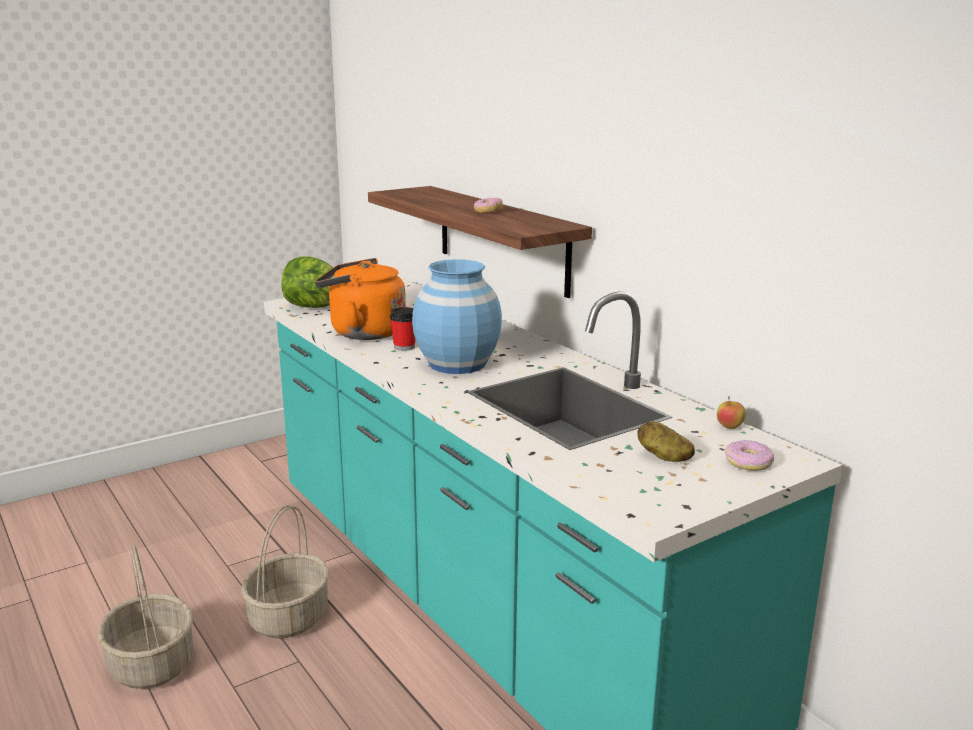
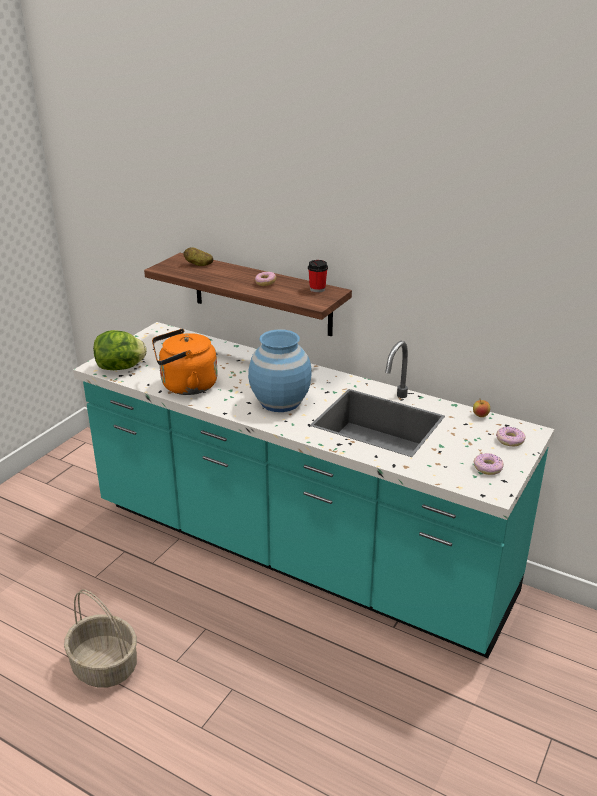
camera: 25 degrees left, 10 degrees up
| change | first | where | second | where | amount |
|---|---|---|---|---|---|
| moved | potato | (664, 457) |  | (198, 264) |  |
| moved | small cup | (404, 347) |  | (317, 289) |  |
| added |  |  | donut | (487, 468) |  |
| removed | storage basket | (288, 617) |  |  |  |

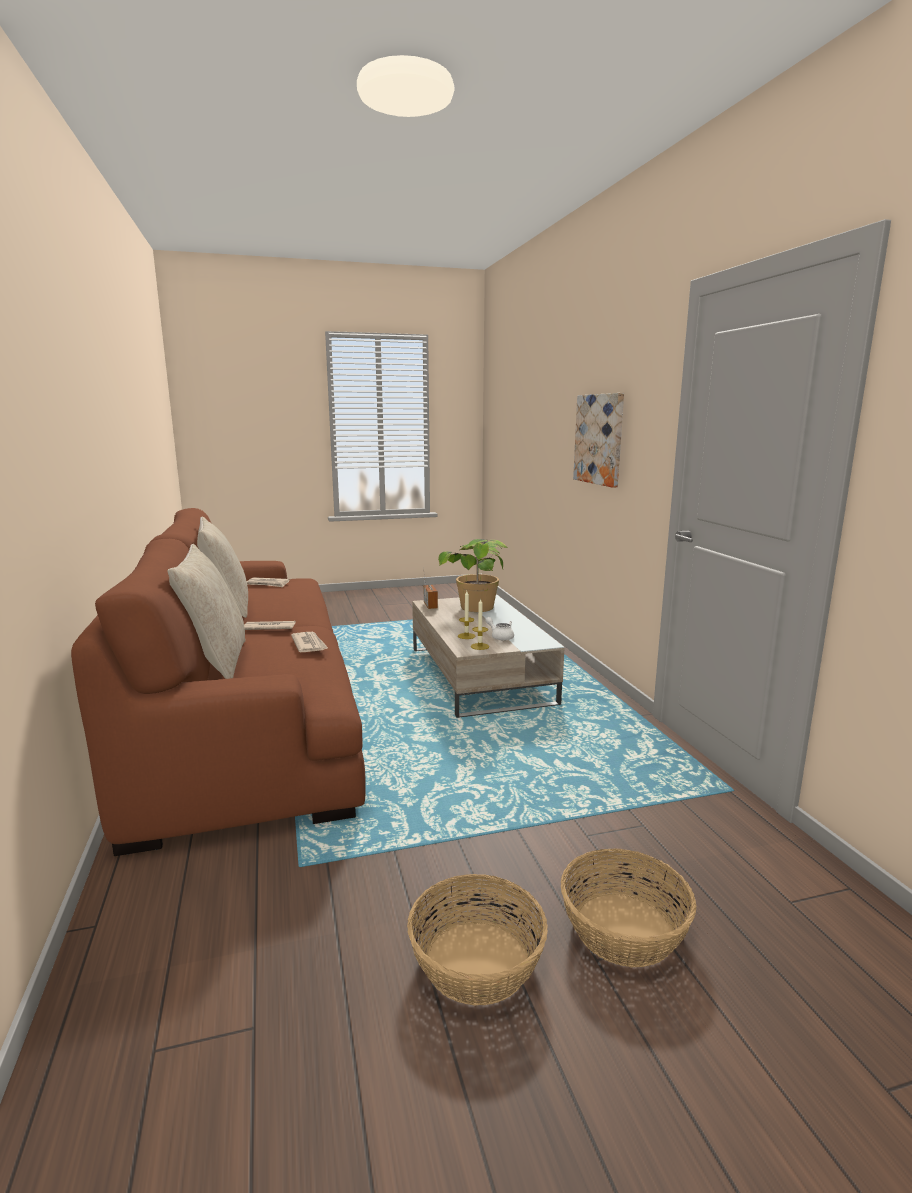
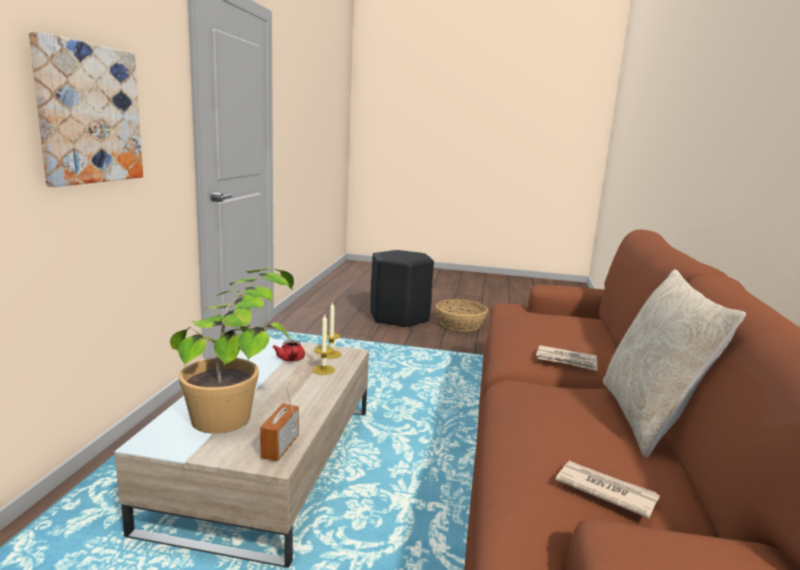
camera: 155 degrees left, 0 degrees up
| change | first | where | second | where | amount |
|---|---|---|---|---|---|
| recoloured | white-coloured tea pot | (500, 637) | red tea pot | (291, 359) |  |
| replaced | storage basket | (623, 928) | black-coloured stool seat | (399, 318) |  |
| removed | beige-coloured cushion | (216, 662) |  |  |  |
| removed | daily paper | (309, 644) |  |  |  |

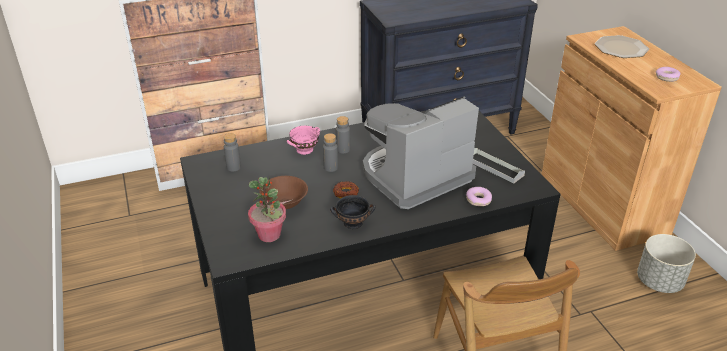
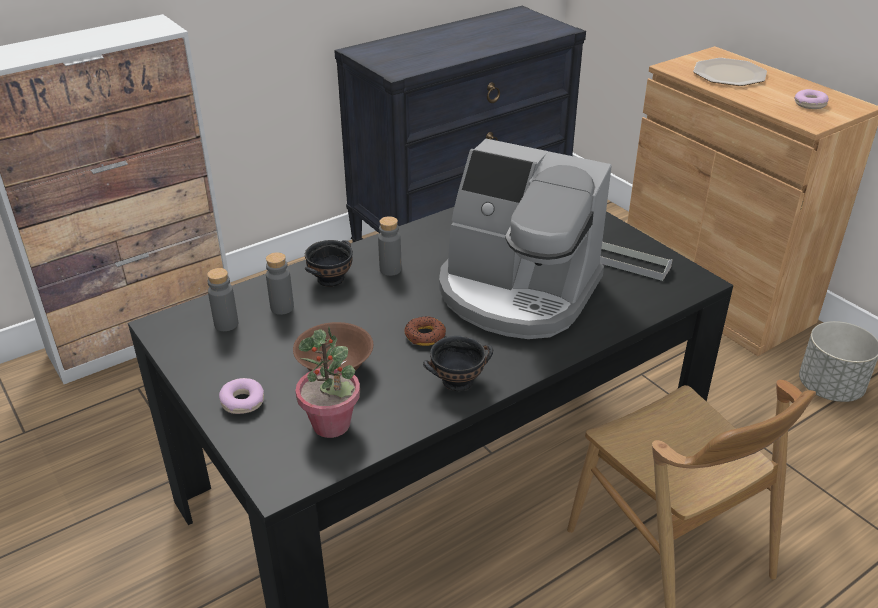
camera: 15 degrees left, 0 degrees up
| change | first | where | second | where | amount |
|---|---|---|---|---|---|
| moved | donut | (478, 200) |  | (242, 402) |  |
| moved | grey bottle | (330, 167) |  | (282, 308) |  |
| recoloured | pink-coloured serving bowl | (304, 150) | black-coloured serving bowl | (329, 279) |  |
| turned | coffee brewer | (414, 176) |  | (517, 293) | 105 degrees counterclockwise |

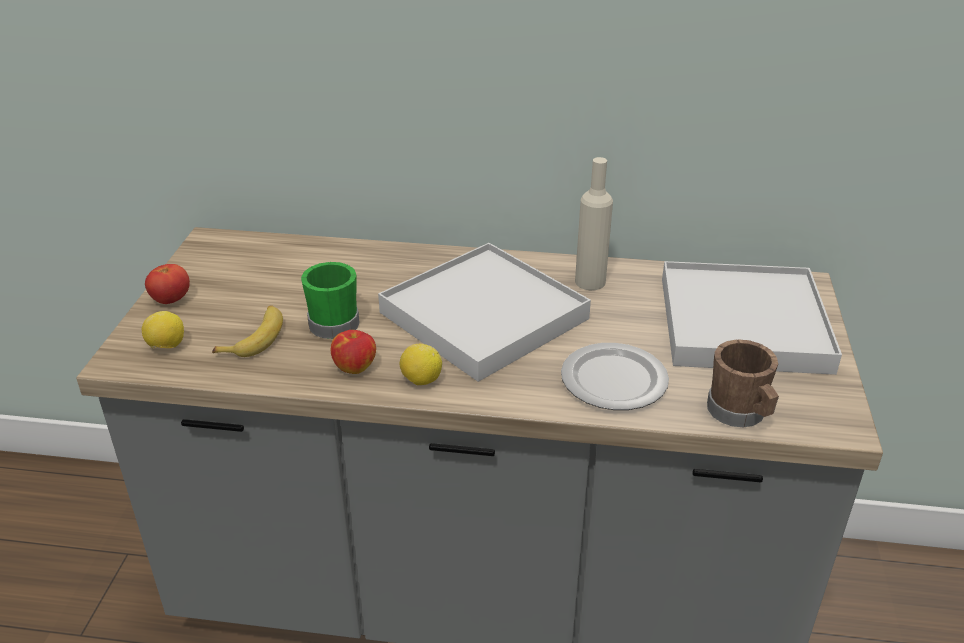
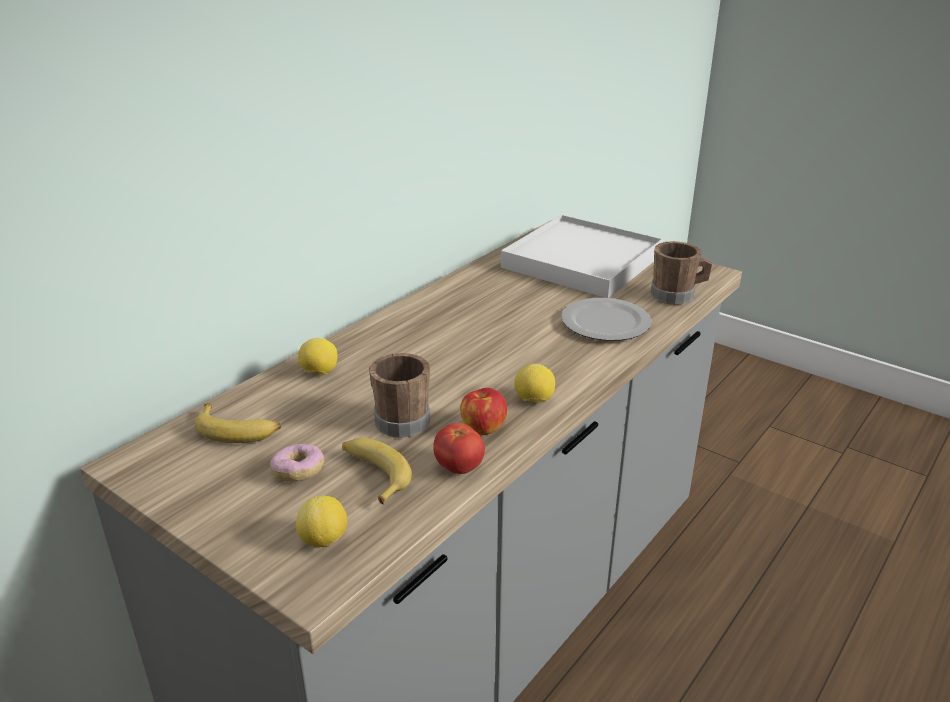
camera: 60 degrees left, 5 degrees down
| change | first | where | second | where | amount |
|---|---|---|---|---|---|
| added |  |  | whole banana | (238, 430) |  |
| added |  |  | donut | (298, 472) |  |
| added |  |  | citrus fruit | (319, 373) |  |
| recoloured | greenish coffee mug | (336, 321) | brown-coloured coffee mug | (398, 419) |  |
| moved | tomato | (171, 300) |  | (459, 467) |  |
| removed | white-coloured tray | (483, 316) |  |  |  |
| removed | beige-coloured bottle | (590, 282) |  |  |  |

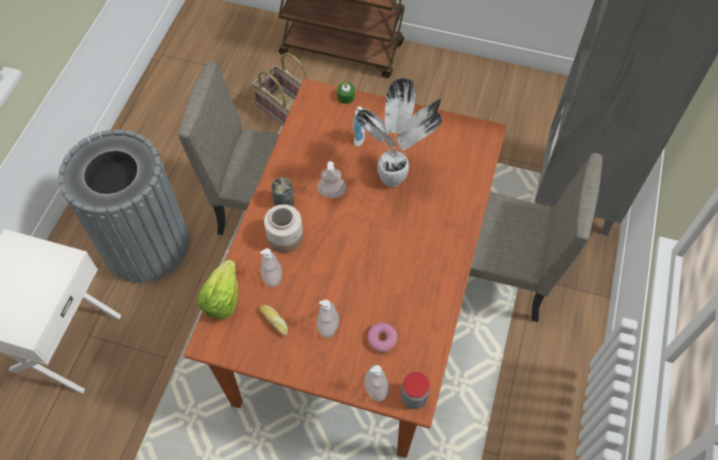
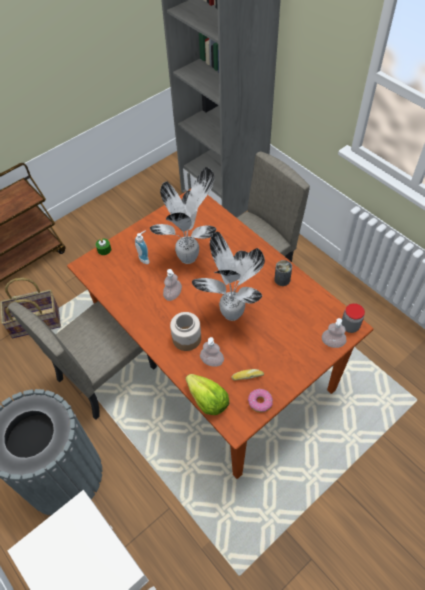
camera: 55 degrees left, 5 degrees down
| change | first | where | second | where | amount |
|---|---|---|---|---|---|
| added |  |  | potted plant | (231, 315) |  |
| moved | donut | (382, 339) |  | (260, 402) |  |
| moved | can | (284, 201) |  | (282, 279) |  |
| removed | soap dispenser | (328, 326) |  |  |  |

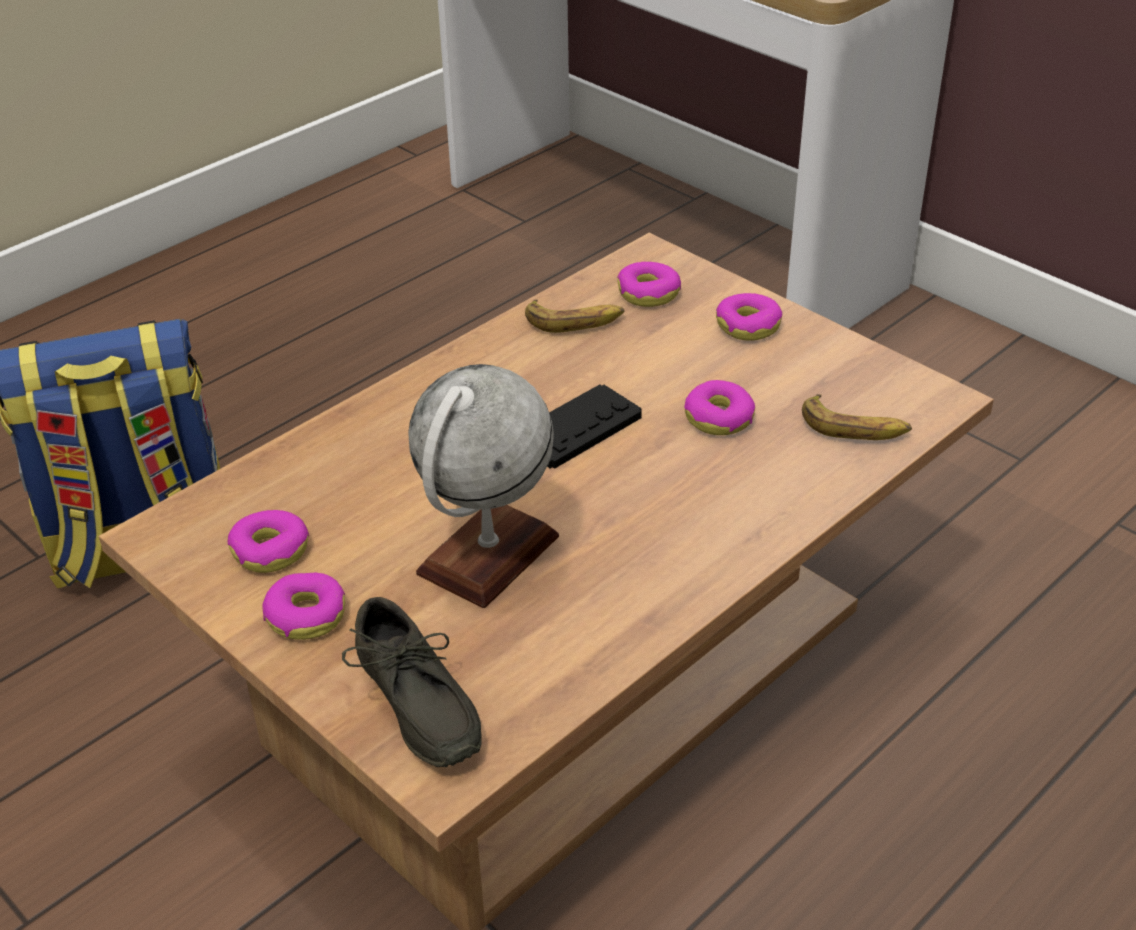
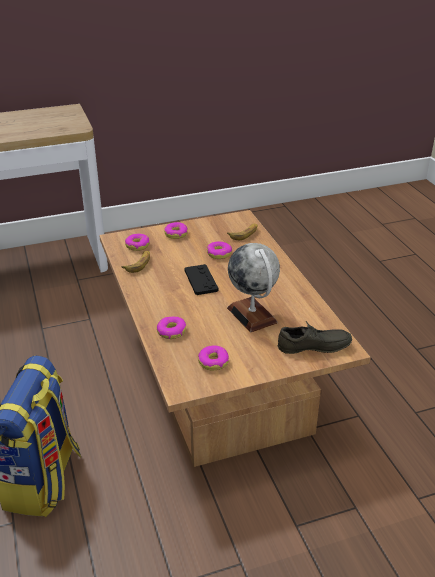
camera: 65 degrees left, 5 degrees down
| change | first | where | second | where | amount |
|---|---|---|---|---|---|
| moved | donut | (306, 615) |  | (171, 331) |  |

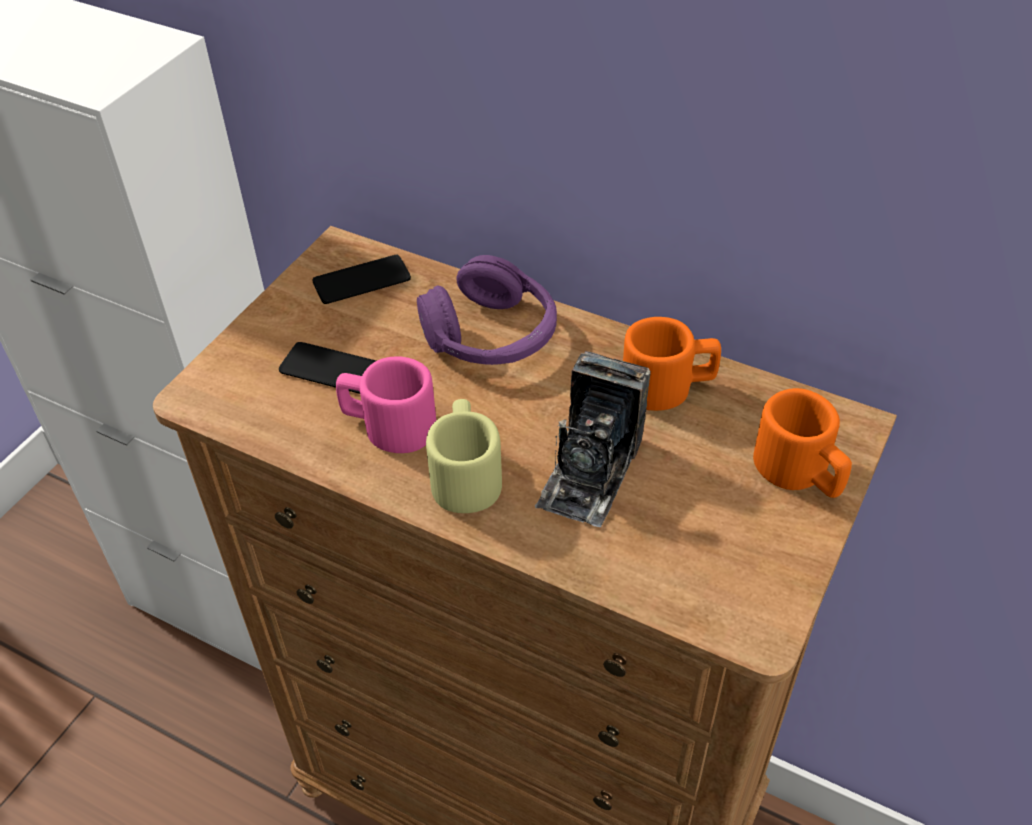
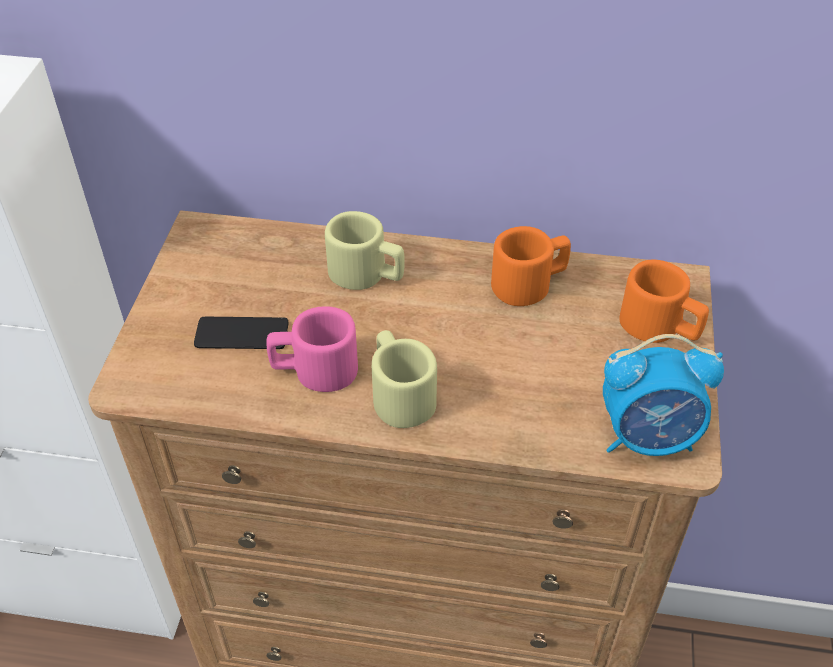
camera: 20 degrees left, 0 degrees up
| change | first | where | second | where | amount |
|---|---|---|---|---|---|
| replaced | purple headphones | (491, 335) | beige-coloured coffee mug | (367, 274) |  |
| added |  |  | alarm clock | (648, 438) |  |
| removed | telephone | (361, 280) |  |  |  |
| removed | still camera | (590, 471) |  |  |  |

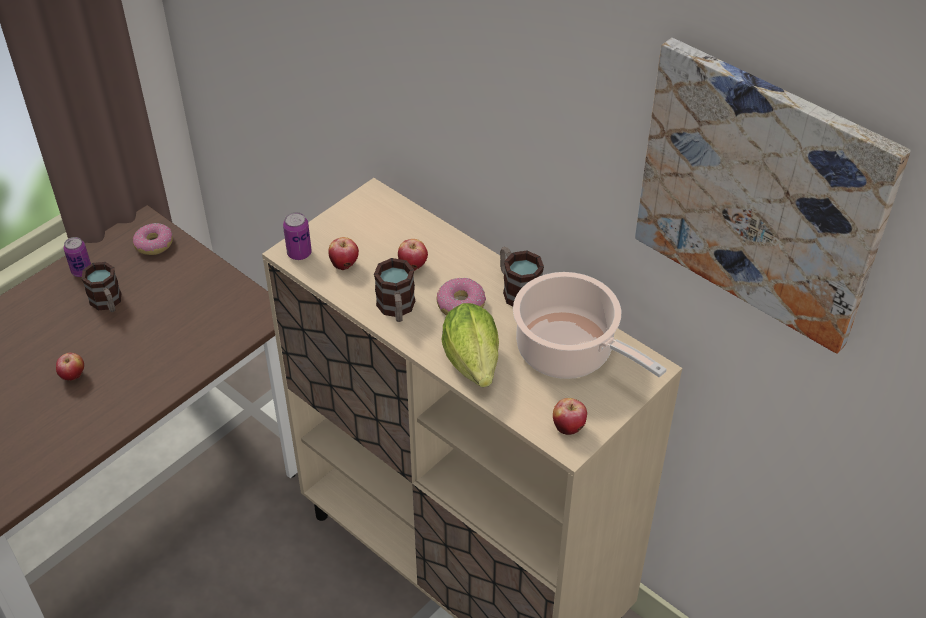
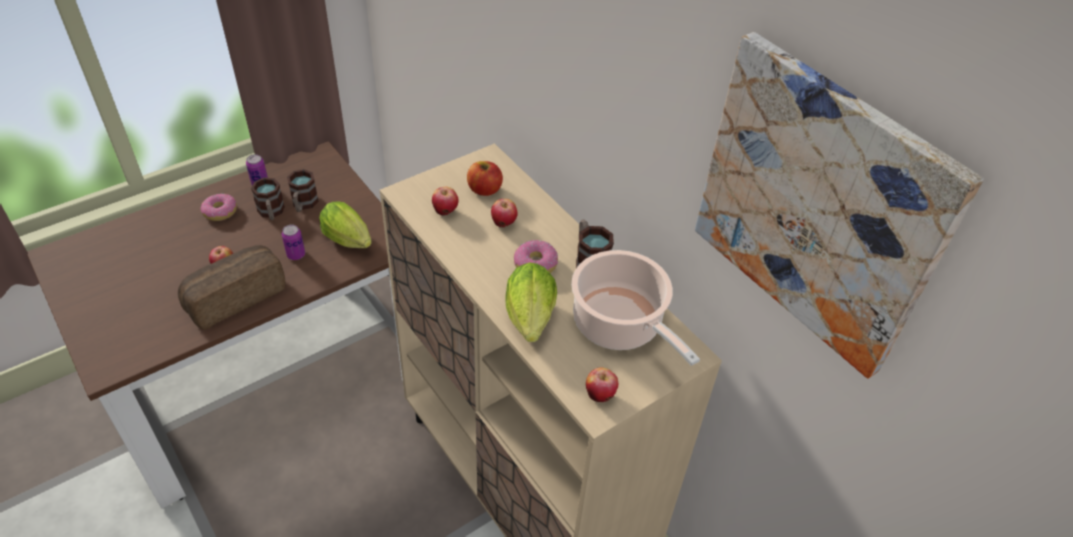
camera: 10 degrees right, 0 degrees up
| change | first | where | second | where | amount |
|---|---|---|---|---|---|
| added |  |  | bakery bread | (235, 296) |  |
| moved | donut | (154, 244) |  | (220, 211) |  |
| moved | can | (299, 253) |  | (296, 255) |  |
| moved | coffee mug | (396, 309) |  | (303, 204) |  |
| added |  |  | head of lettuce | (350, 241) |  |
| added |  |  | apple fruit | (484, 189) |  |

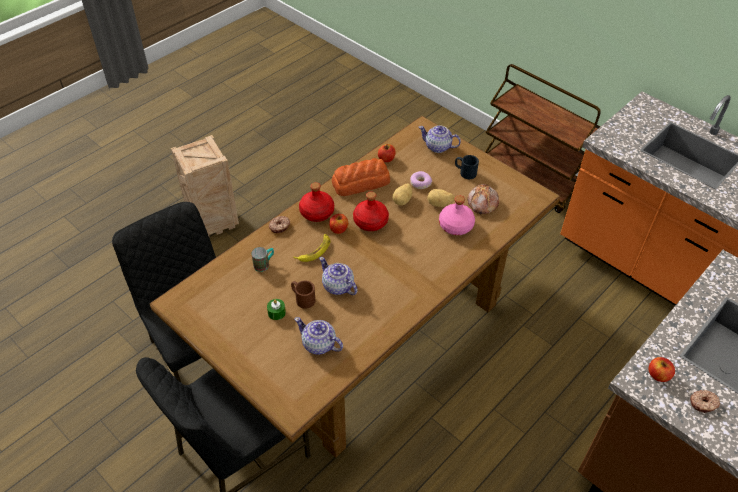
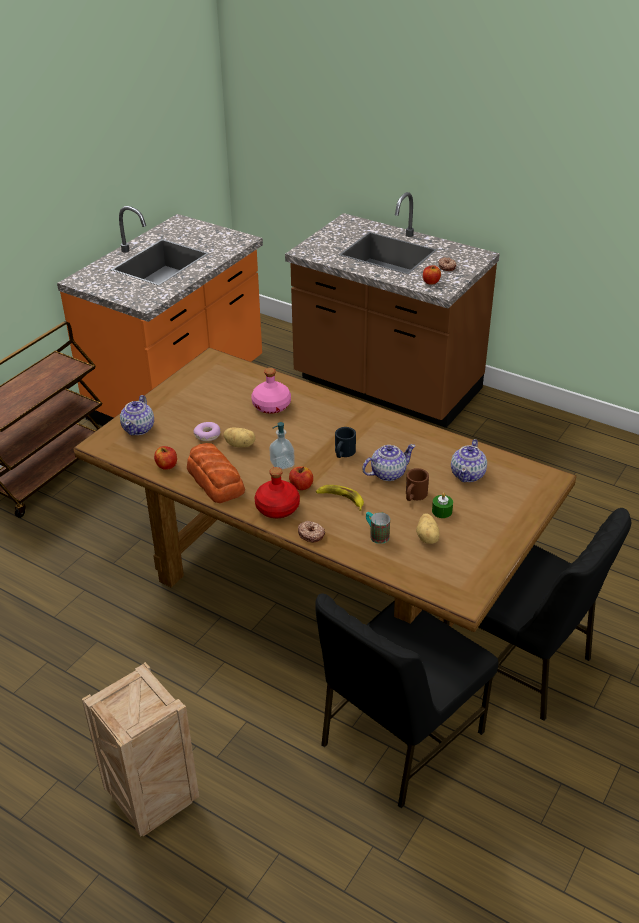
camera: 100 degrees left, 10 degrees down
| change | first | where | second | where | amount |
|---|---|---|---|---|---|
| replaced | red bottle | (370, 222) | soap dispenser | (282, 464) |  |
| moved | black-coloured coffee mug | (465, 172) |  | (343, 453) |  |
| turned | tea pot | (338, 286) |  | (387, 473) | 150 degrees counterclockwise |
| moved | potato | (440, 204) |  | (428, 537) |  |
| removed | bakery bread | (482, 203) |  |  |  |

